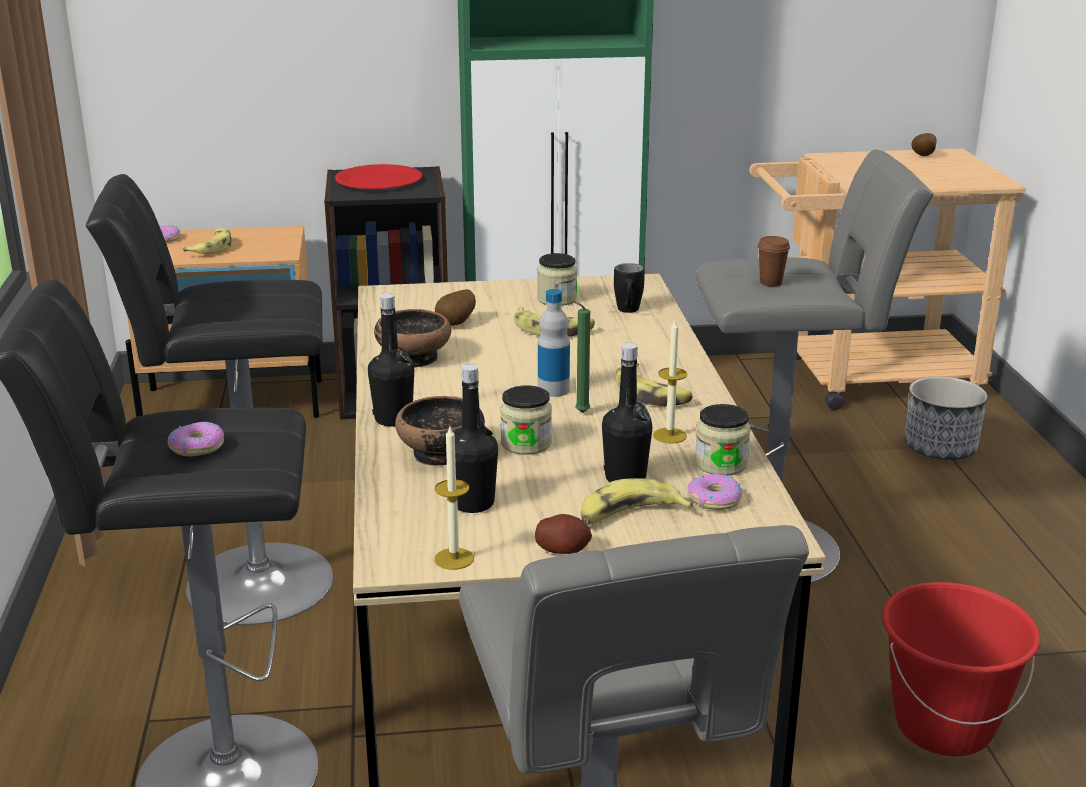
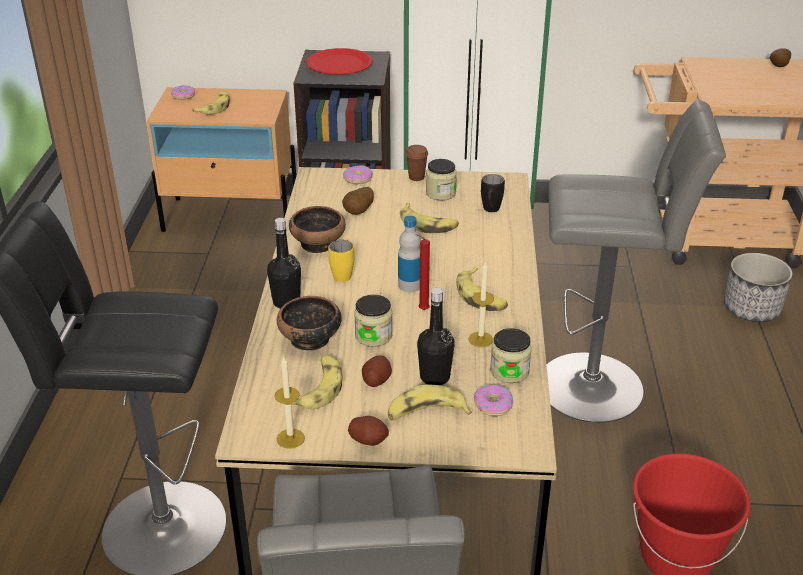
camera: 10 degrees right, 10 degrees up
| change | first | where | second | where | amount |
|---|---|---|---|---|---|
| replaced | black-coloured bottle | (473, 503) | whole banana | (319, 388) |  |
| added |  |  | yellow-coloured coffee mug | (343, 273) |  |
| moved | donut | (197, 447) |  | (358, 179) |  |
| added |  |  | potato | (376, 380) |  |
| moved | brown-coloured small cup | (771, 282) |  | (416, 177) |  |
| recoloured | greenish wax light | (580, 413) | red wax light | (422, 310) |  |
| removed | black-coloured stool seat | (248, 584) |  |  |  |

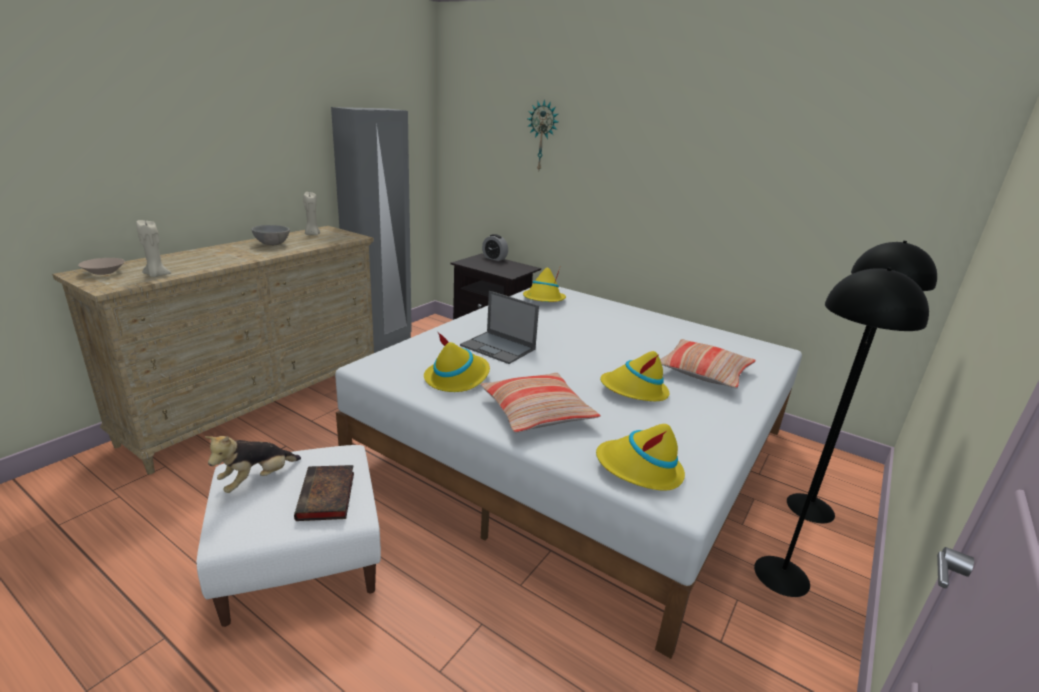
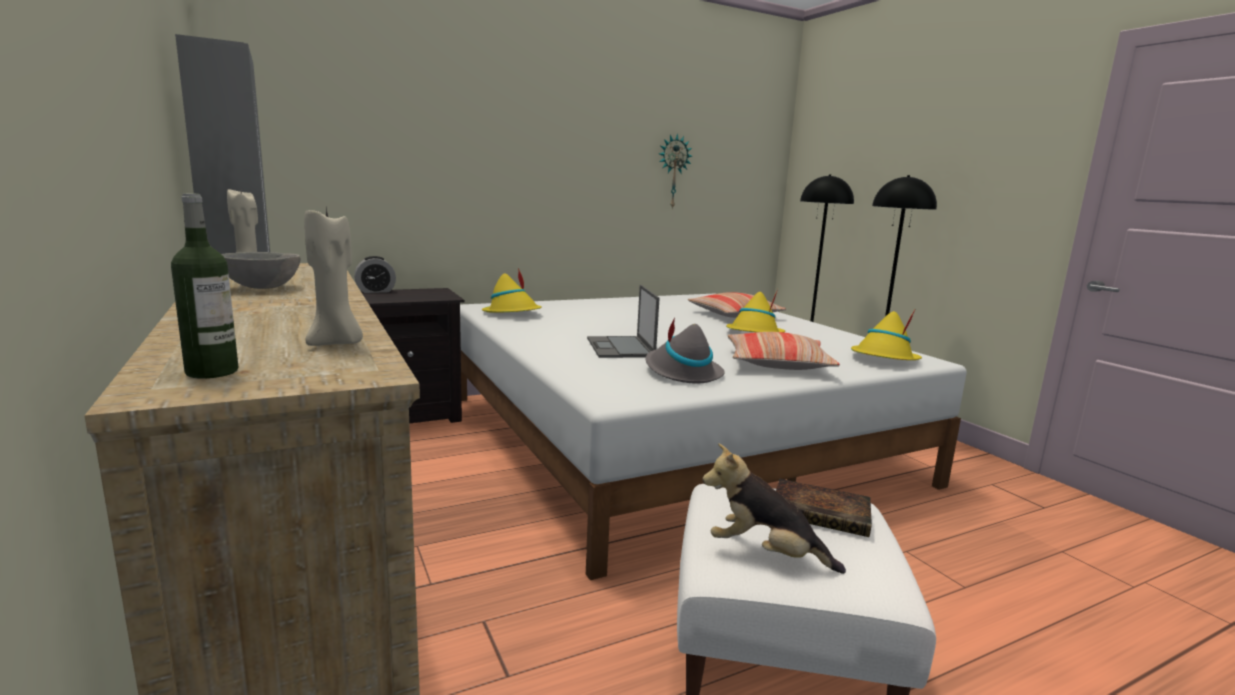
camera: 60 degrees left, 10 degrees down
| change | first | where | second | where | amount |
|---|---|---|---|---|---|
| replaced | beige-coloured serving bowl | (104, 272) | bottle | (212, 372) |  |
| turned | portable computer | (498, 347) |  | (620, 348) | 105 degrees clockwise |
| recoloured | yellow-coloured clothing hat | (457, 378) | grey clothing hat | (682, 372) |  |
| moved | clock on the wall | (543, 136) |  | (673, 171) |  |
| turned | soft toy | (257, 480) |  | (765, 554) | 135 degrees clockwise |

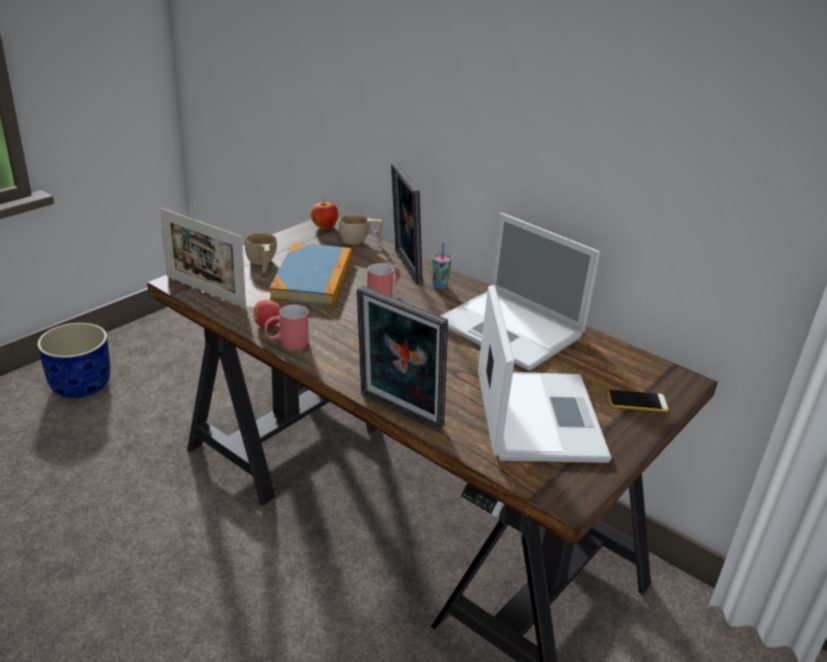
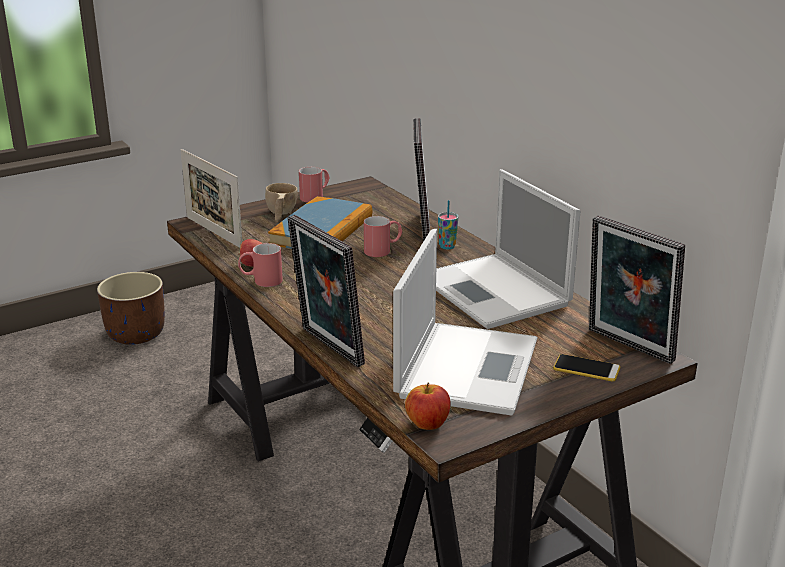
camera: 20 degrees right, 5 degrees down
| change | first | where | second | where | amount |
|---|---|---|---|---|---|
| recoloured | bluish flower pot | (81, 385) | brown-coloured flower pot | (137, 334) |  |
| added |  |  | red coffee mug | (315, 196) |  |
| moved | apple fruit | (324, 227) |  | (427, 424) |  |
| added |  |  | picture frame | (627, 347) |  |
| removed | beige-coloured small cup | (359, 242) |  |  |  |

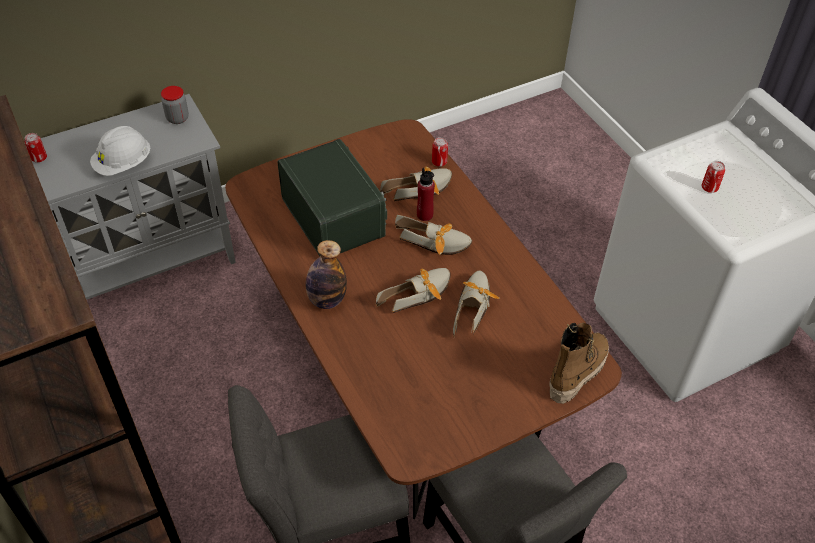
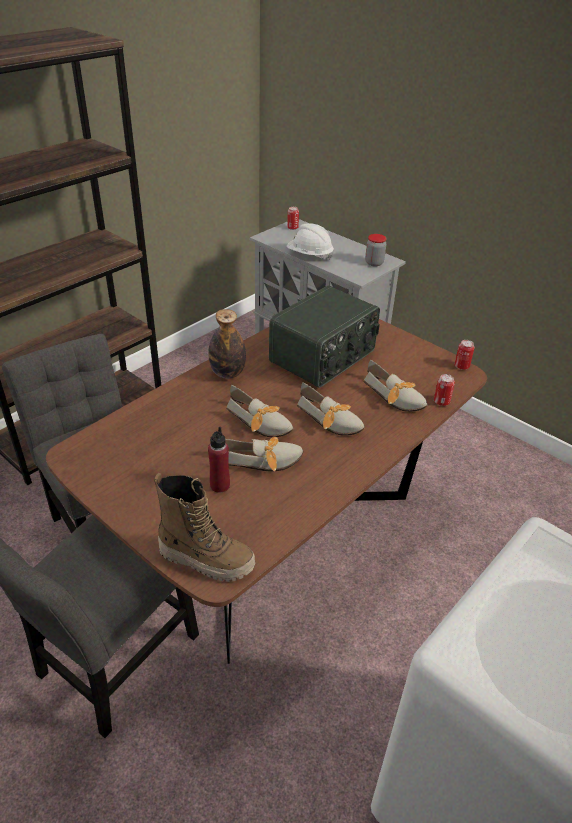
camera: 70 degrees right, 10 degrees down
| change | first | where | second | where | amount |
|---|---|---|---|---|---|
| moved | red bottle | (425, 215) |  | (220, 485) |  |
| turned | item of footwear | (436, 243) |  | (331, 421) | 45 degrees counterclockwise |
| moved | can | (709, 188) |  | (461, 366) |  |

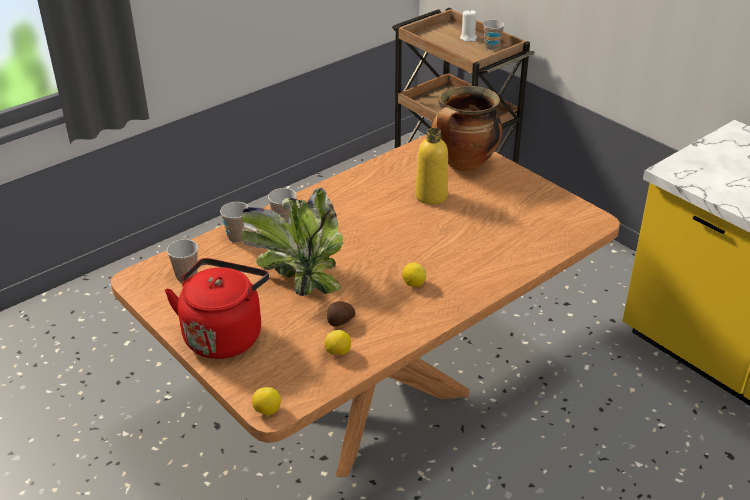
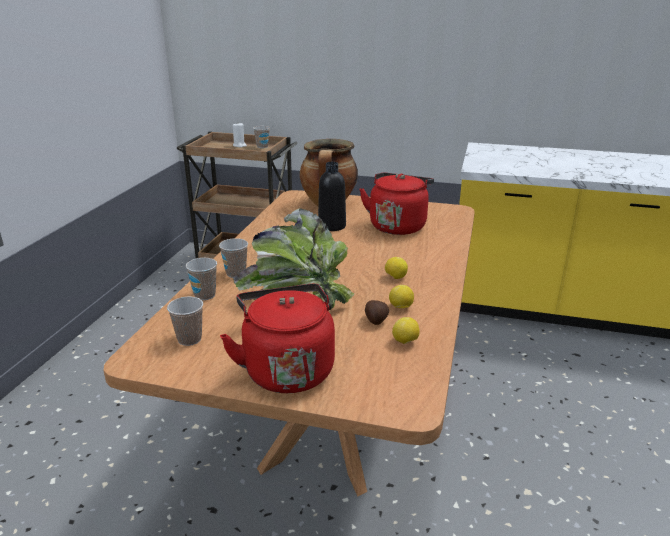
camera: 35 degrees left, 10 degrees down
| change | first | where | second | where | amount |
|---|---|---|---|---|---|
| recoloured | yellow-coloured bottle | (431, 196) | black-coloured bottle | (332, 226) |  |
| added |  |  | red water kettle | (398, 225) |  |
| moved | citrus fruit | (267, 411) |  | (400, 307) |  |

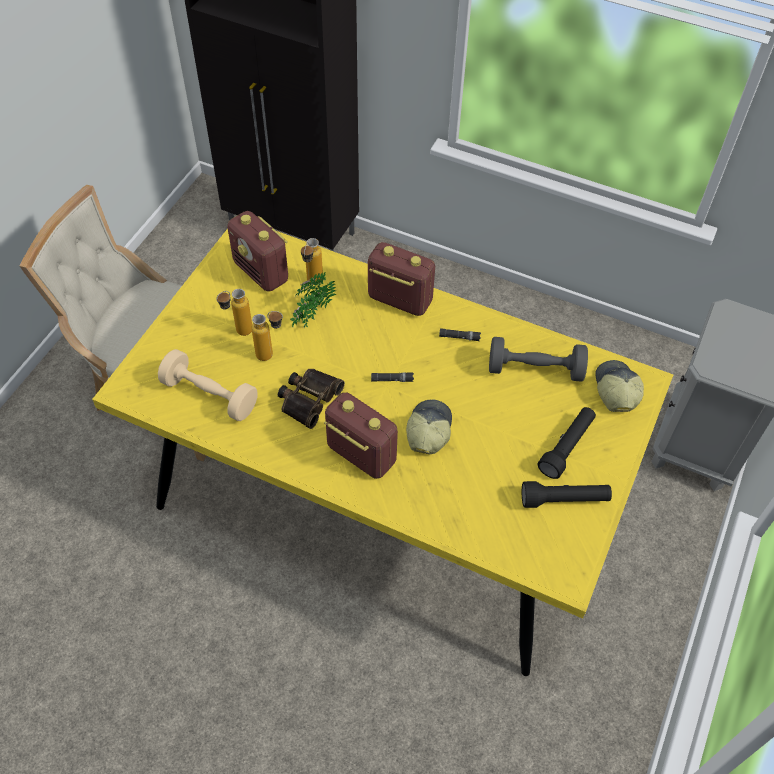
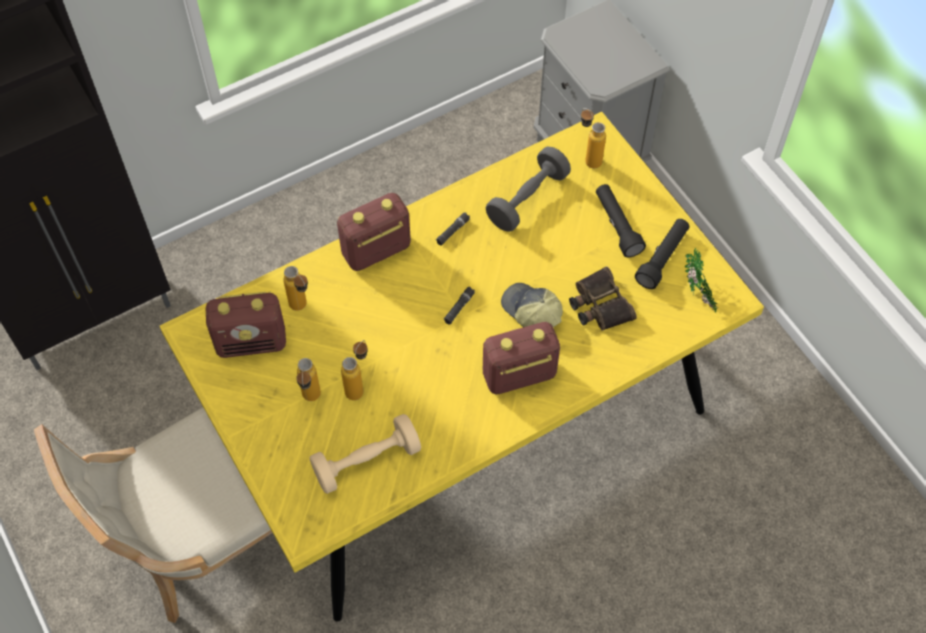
camera: 55 degrees left, 5 degrees up
| change | first | where | second | where | amount |
|---|---|---|---|---|---|
| moved | pair of binoculars | (308, 399) |  | (599, 305) |  |
| replaced | baseball cap | (615, 390) | bottle | (588, 158) |  |
| moved | potted plant | (311, 316) |  | (697, 296) |  |

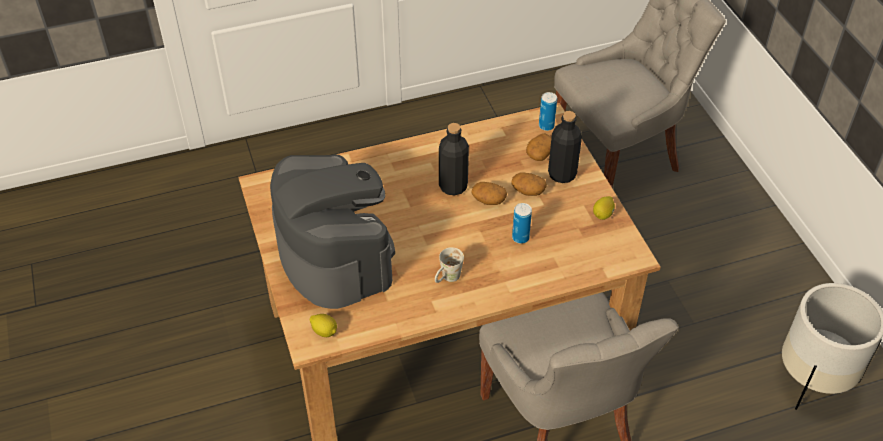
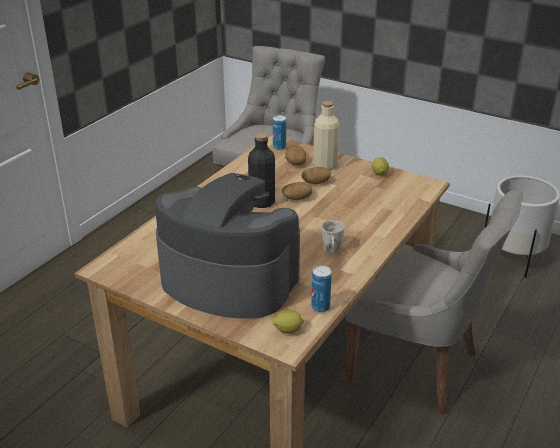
camera: 40 degrees left, 15 degrees down
| change | first | where | second | where | amount |
|---|---|---|---|---|---|
| moved | can | (520, 238) |  | (320, 307) |  |
| recoloured | black-coloured bottle | (562, 174) | beige-coloured bottle | (325, 166) |  |

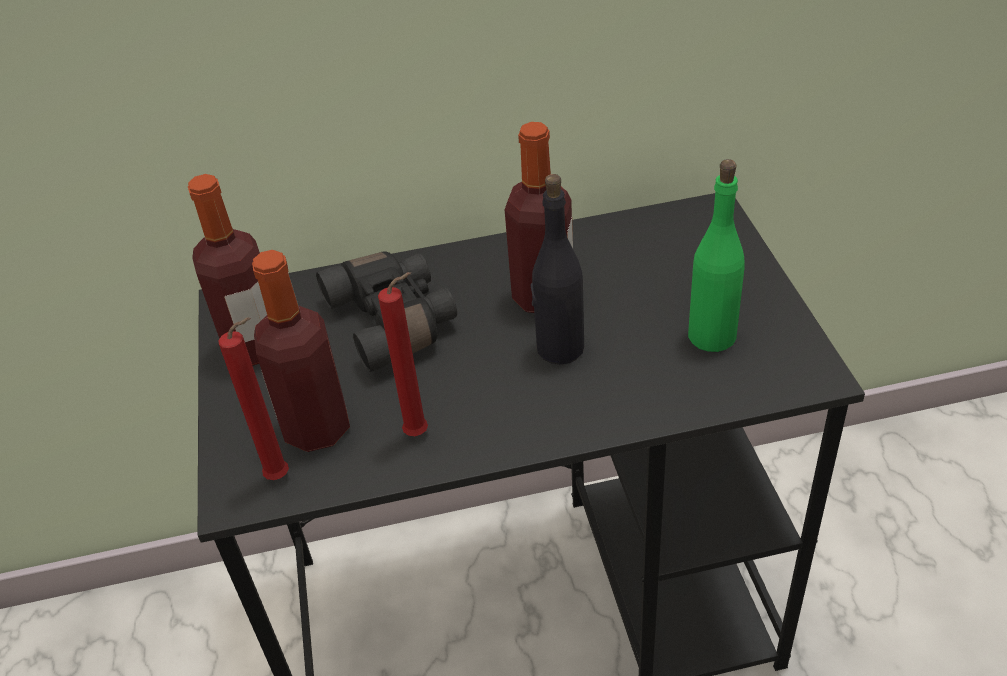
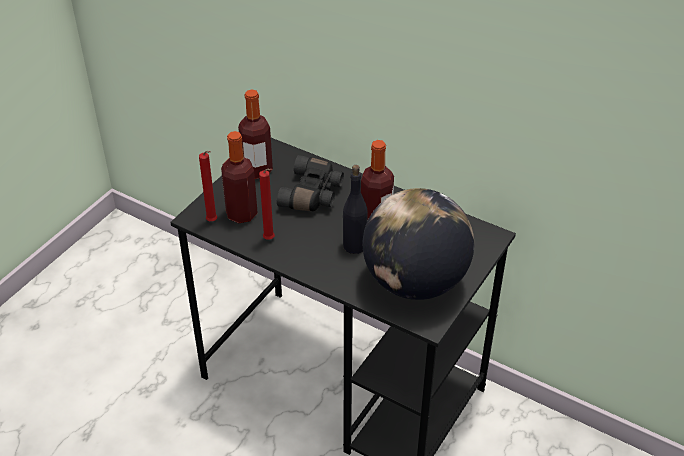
camera: 40 degrees right, 0 degrees up
| change | first | where | second | where | amount |
|---|---|---|---|---|---|
| replaced | greenish bottle | (712, 335) | world globe | (415, 282) |  |

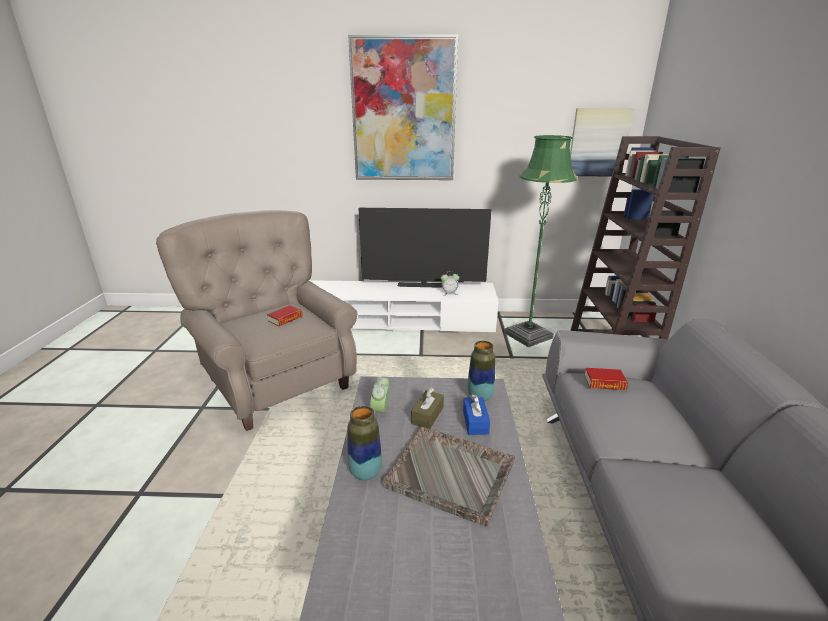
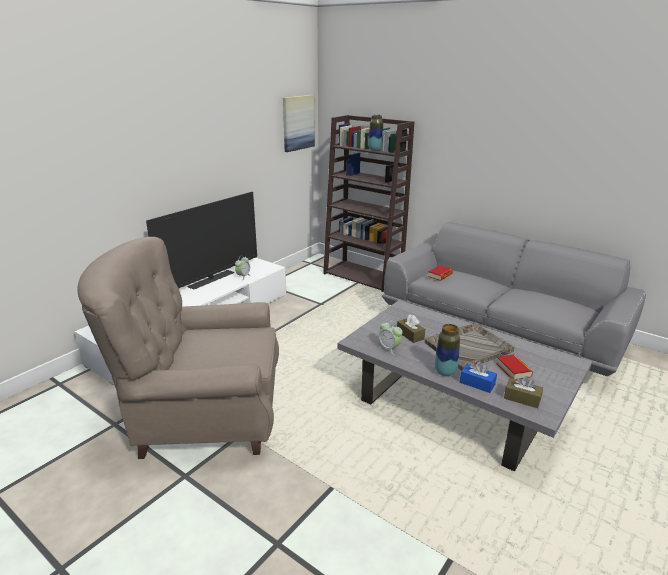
camera: 55 degrees left, 0 degrees up
| change | first | where | second | where | amount |
|---|---|---|---|---|---|
| moved | decorative vase | (480, 397) |  | (375, 150) |  |
| moved | bluish tissue holder | (475, 422) |  | (477, 383) |  |
| moved | volume | (285, 319) |  | (513, 370) |  |
| added |  |  | brown-coloured tissue holder | (522, 398) |  |
| removed | wall art | (403, 111) |  |  |  |
| removed | greenish standard lamp | (528, 335) |  |  |  |

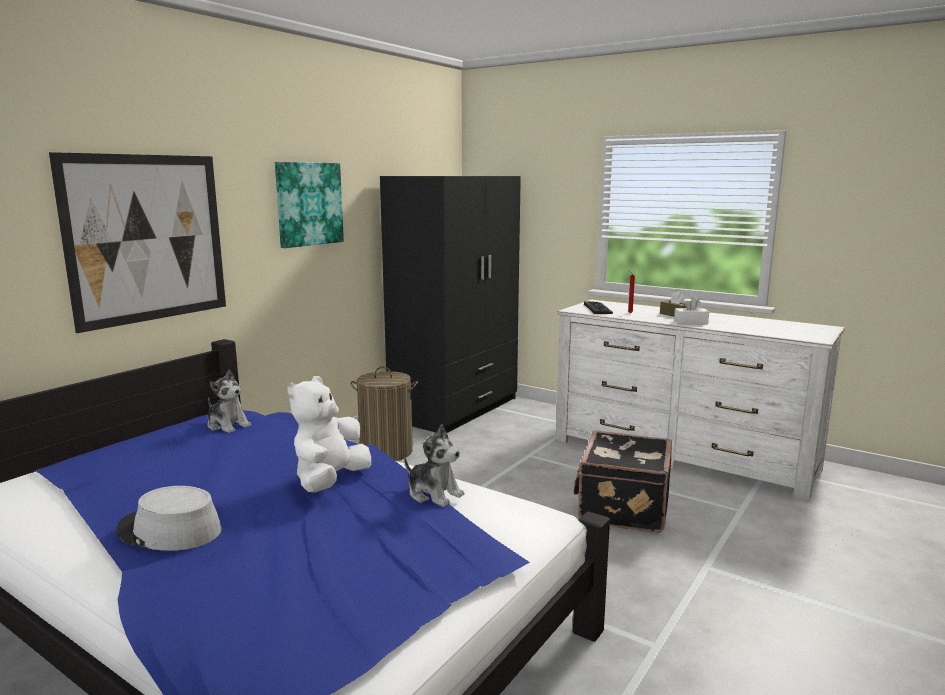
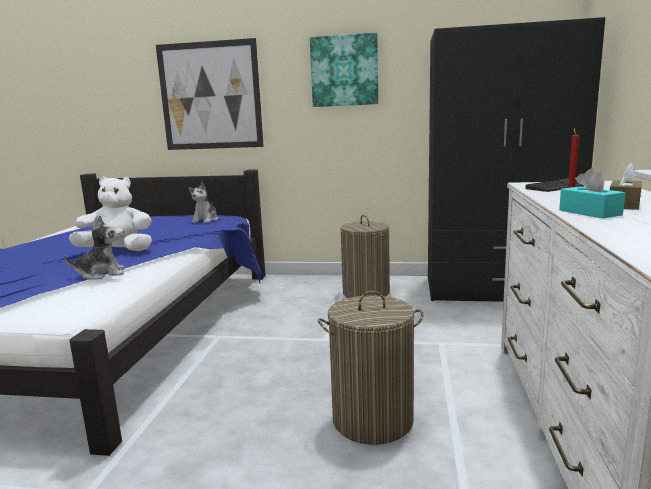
camera: 65 degrees right, 0 degrees up
| change | first | where | second | where | amount |
|---|---|---|---|---|---|
| turned | soft toy | (434, 494) |  | (101, 274) | 120 degrees counterclockwise |
| replaced | black-coloured suitcase | (622, 508) | hamper | (372, 420) |  |
| recoloured | white-coloured tissue holder | (690, 322) | blue-green tissue holder | (589, 212) |  |
| removed | grey clothing hat | (169, 531) |  |  |  |

